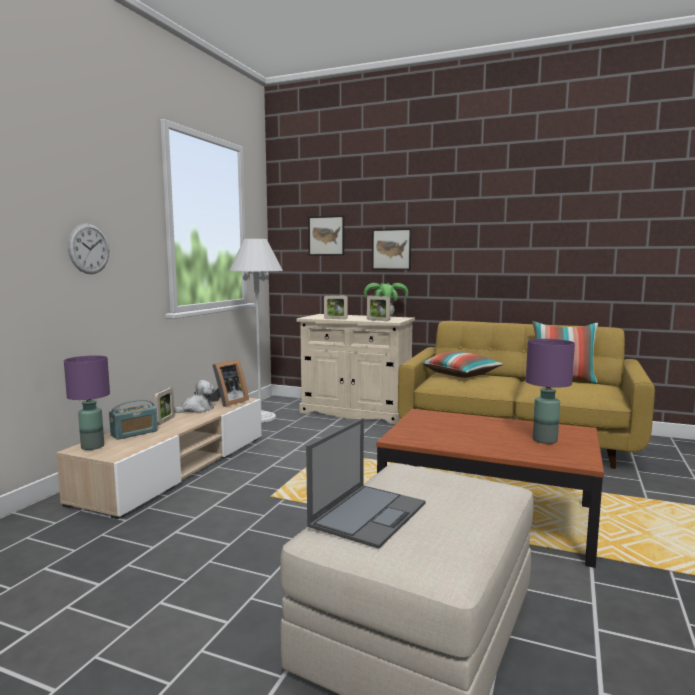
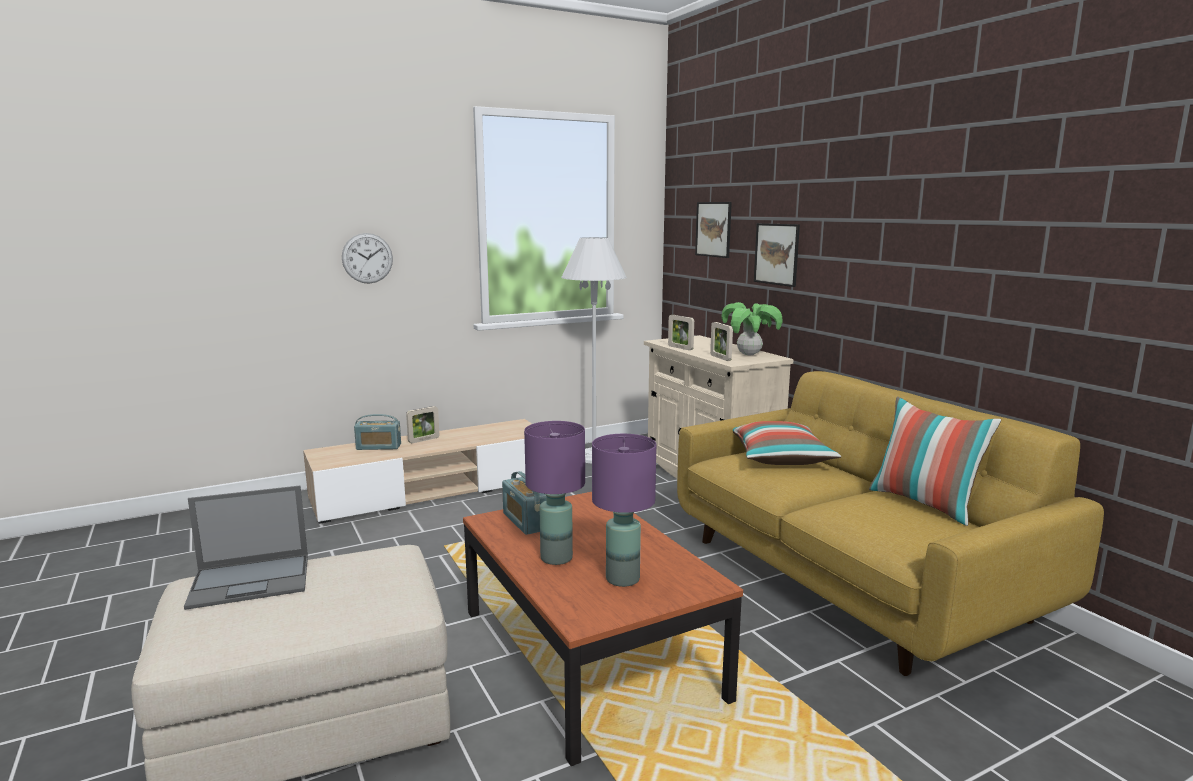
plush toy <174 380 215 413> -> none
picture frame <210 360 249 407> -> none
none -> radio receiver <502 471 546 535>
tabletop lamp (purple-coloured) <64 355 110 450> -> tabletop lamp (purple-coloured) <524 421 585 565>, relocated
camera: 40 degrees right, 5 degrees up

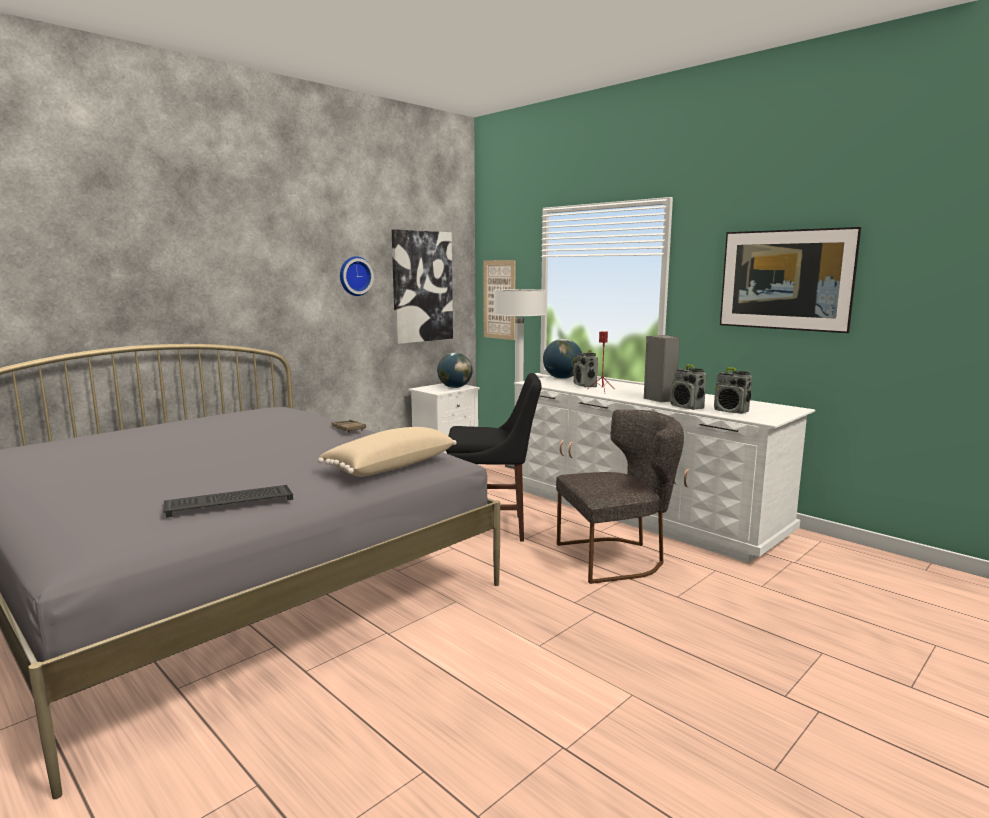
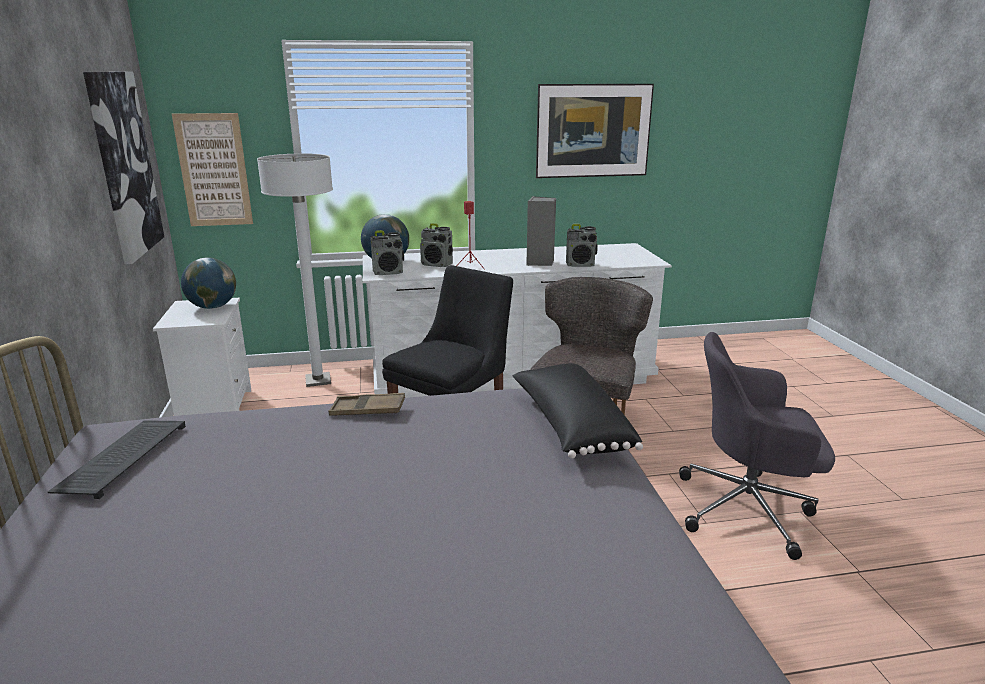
hanging clock <340 256 374 296> -> none
none -> computer chair (greyish) <679 332 835 560>
computer keyboard <163 485 293 518> -> computer keyboard <48 420 186 499>, relocated
radio receiver <714 367 752 414> -> radio receiver <371 230 404 275>, relocated
pillow (sand-coloured) <318 427 457 477> -> pillow (black) <513 363 643 458>
camera: 55 degrees left, 10 degrees up

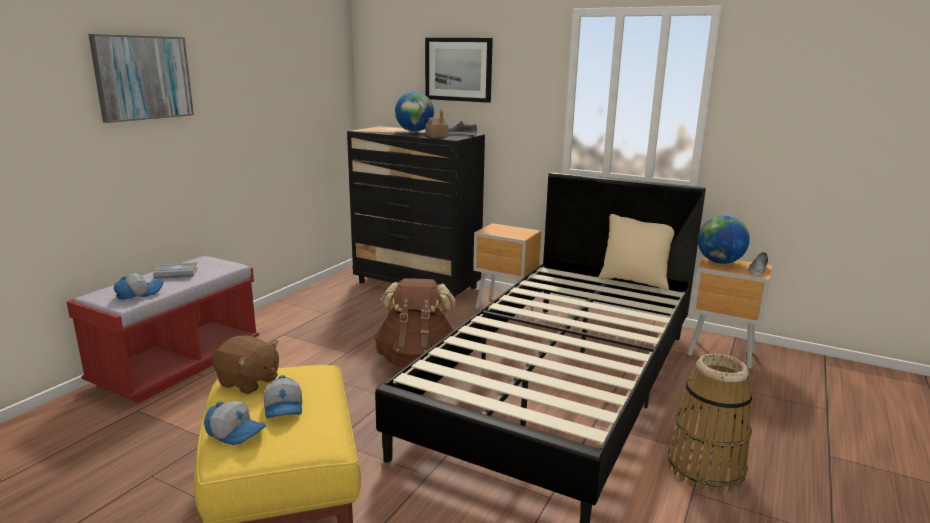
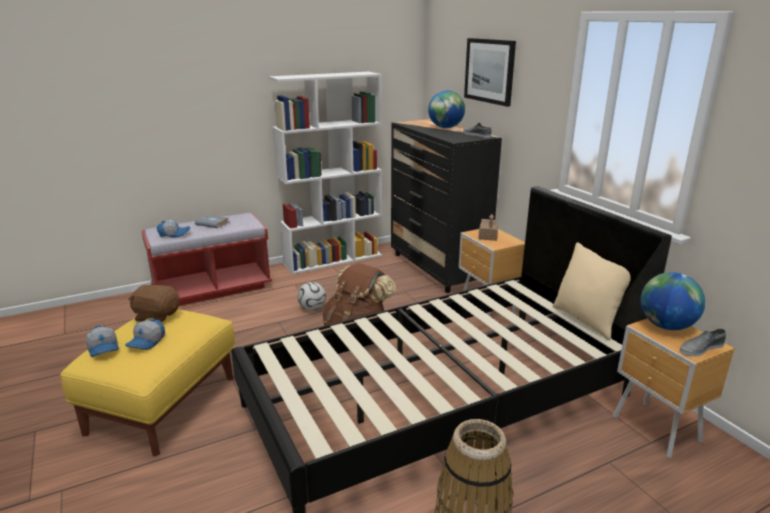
picture <88 34 194 123> -> none
none -> bookcase (whitish) <269 72 382 274>
none -> football ball <297 282 326 311>
model house <425 109 449 137> -> model house <478 214 498 241>, relocated
plush toy (brownish) <212 336 279 394> -> plush toy (brownish) <128 282 180 322>, 135 degrees clockwise
camera: 35 degrees right, 5 degrees up

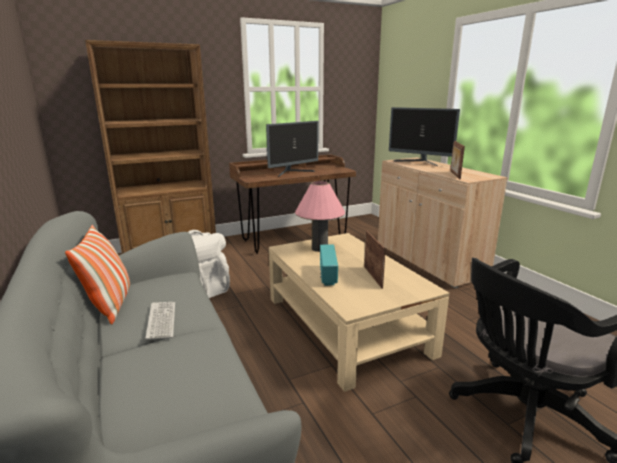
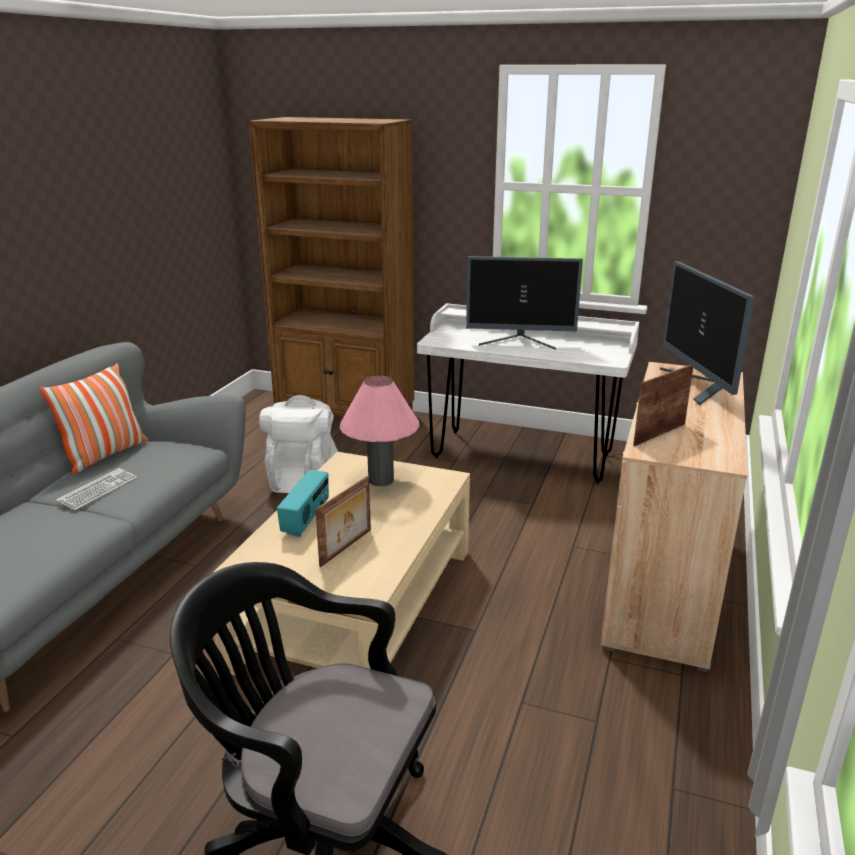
desk unit (brownish) <229 155 356 254> -> desk unit (whitish) <417 303 639 483>
radio receiver <320 245 338 286> -> radio receiver <277 470 329 537>, 150 degrees clockwise
camera: 45 degrees right, 5 degrees up

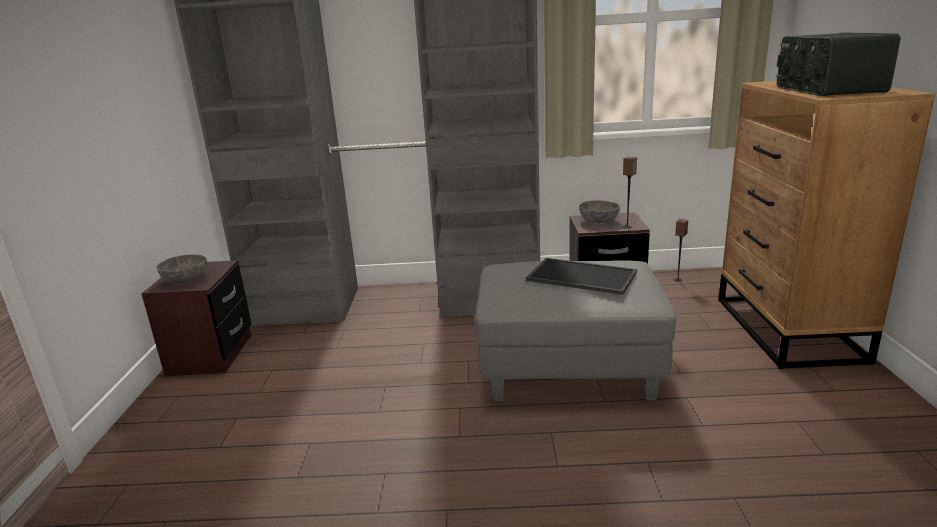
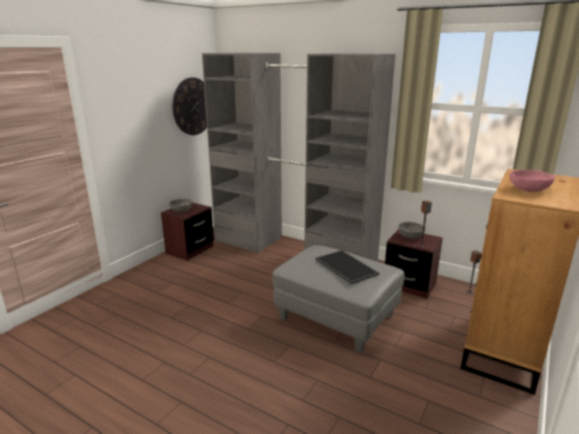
none -> hanging clock <172 77 207 135>
radio receiver <777 33 901 96> -> serving bowl (pink) <510 170 555 192>
camera: 30 degrees right, 0 degrees up

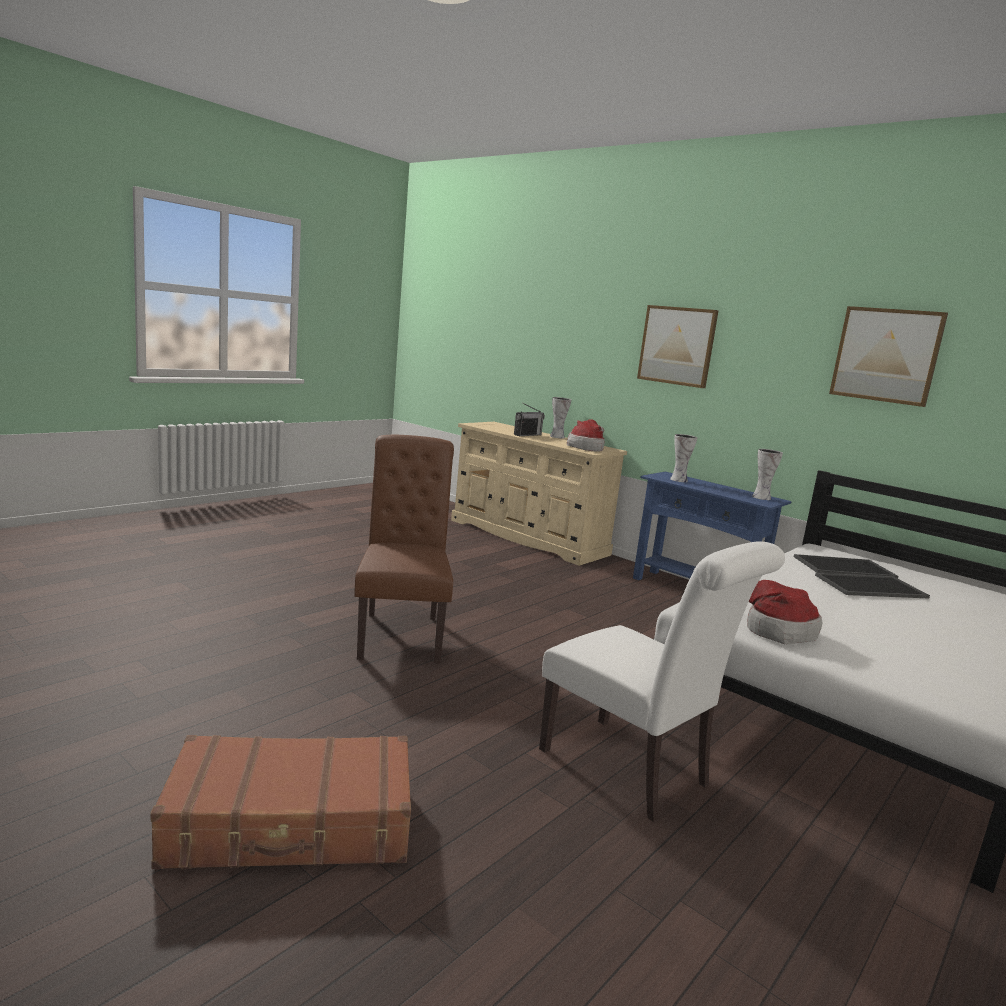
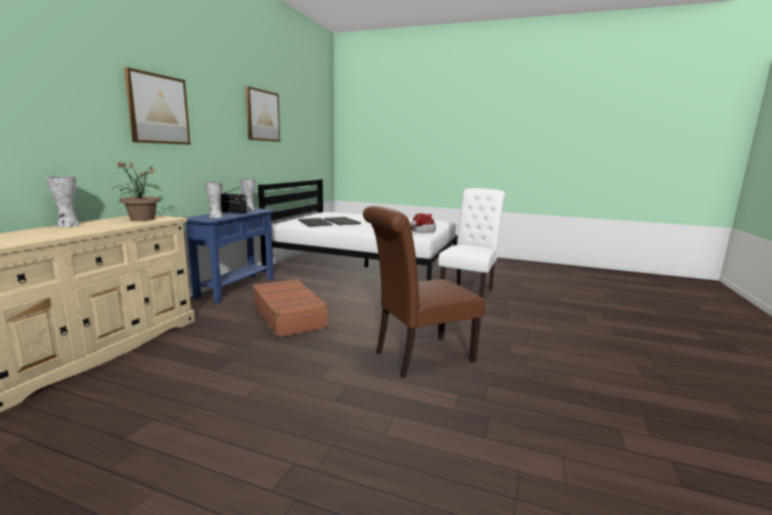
suitcase (brownish) <150 735 411 869> -> suitcase (brownish) <252 279 328 338>, relocated
radio receiver <514 403 545 436> -> radio receiver <221 187 247 214>, relocated
clothing hat <567 419 605 452> -> houseplant <112 162 163 221>
camera: 110 degrees left, 0 degrees up

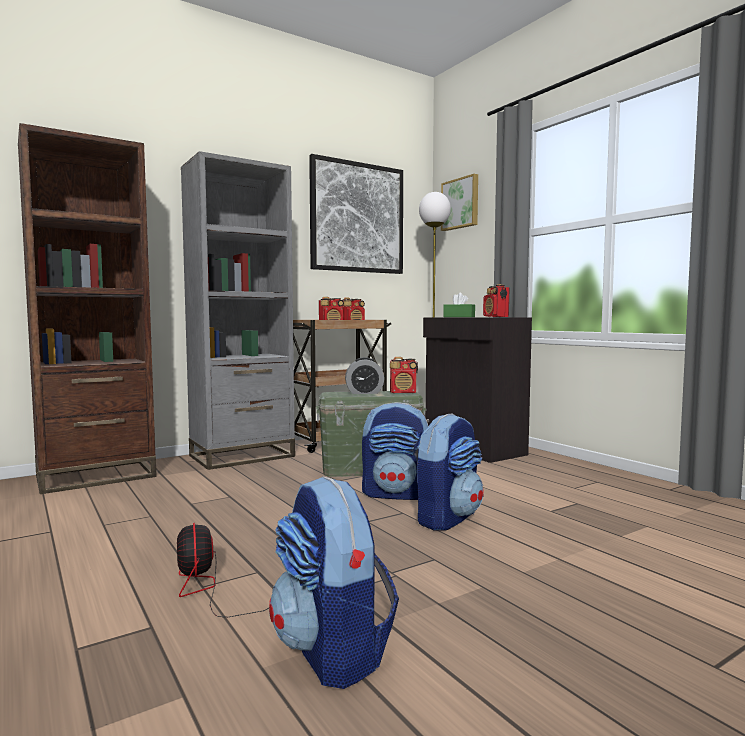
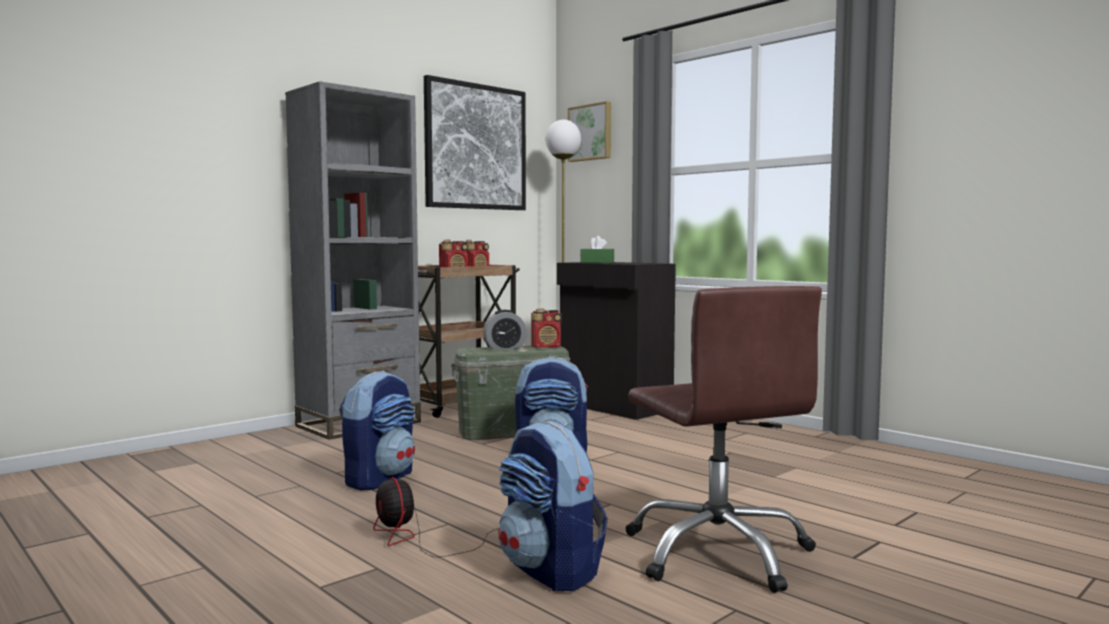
bookcase (brownish) <18 123 157 494> -> none
radio receiver <483 284 509 317> -> none
none -> computer chair (brownish) <625 286 822 593>
backpack <413 414 484 531> -> backpack <340 371 415 490>, relocated
camera: 10 degrees left, 0 degrees up

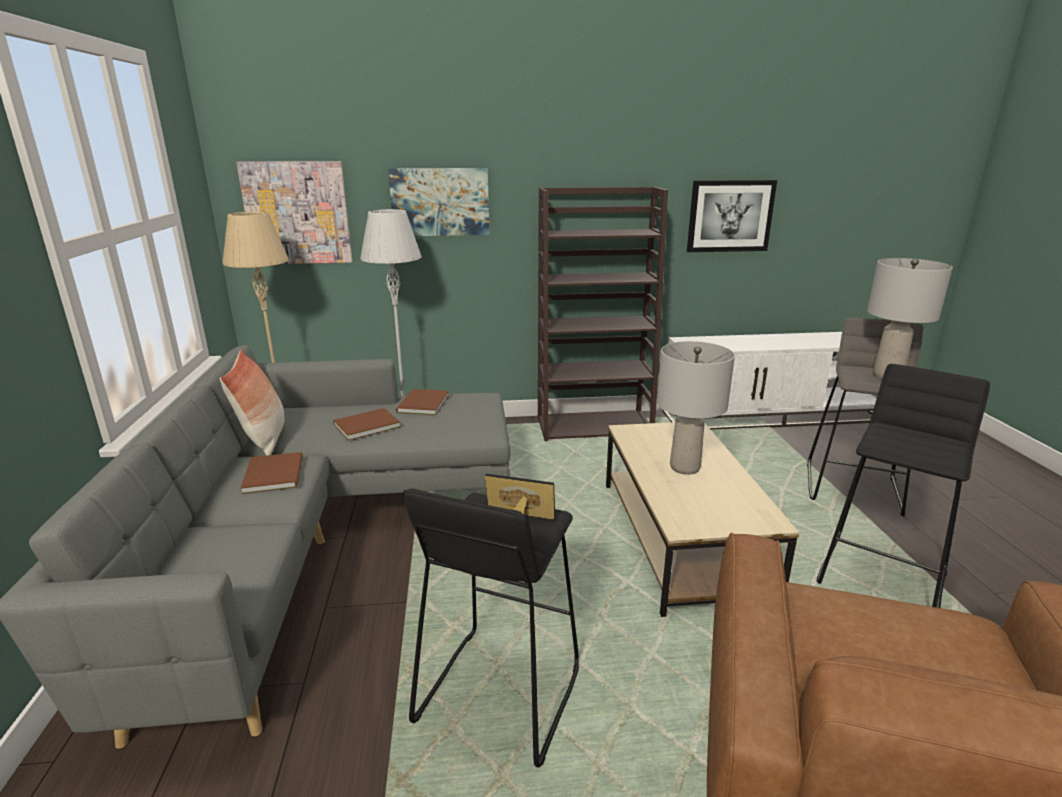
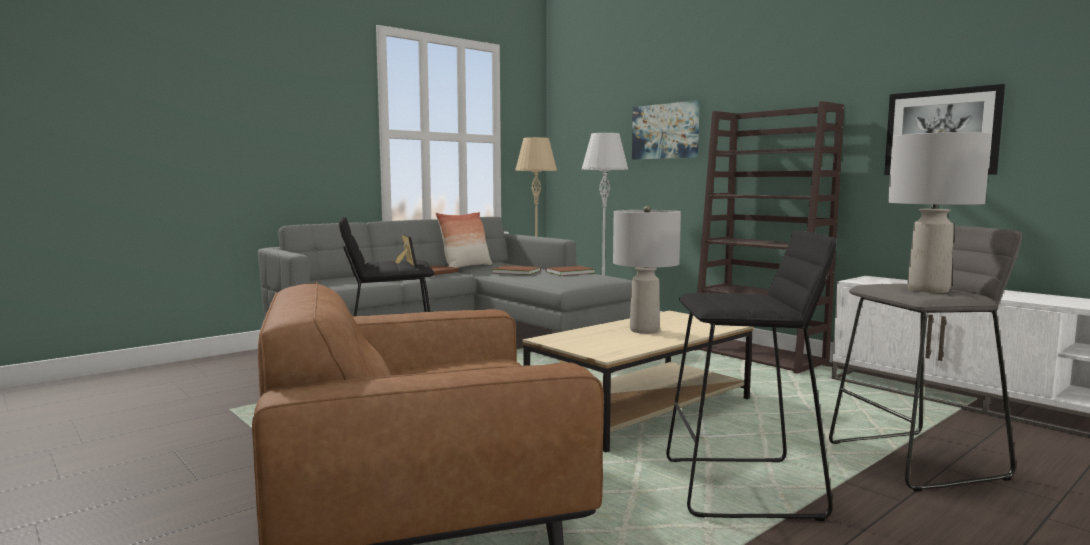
picture <236 161 352 264> -> none
camera: 55 degrees right, 15 degrees down

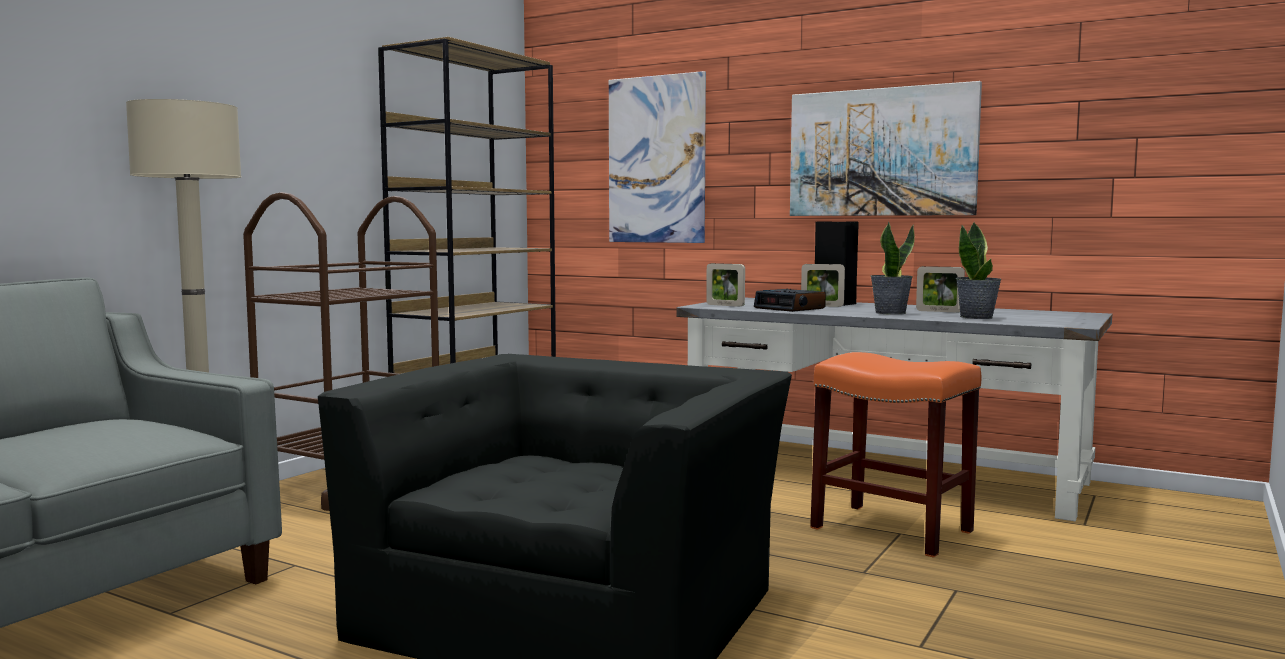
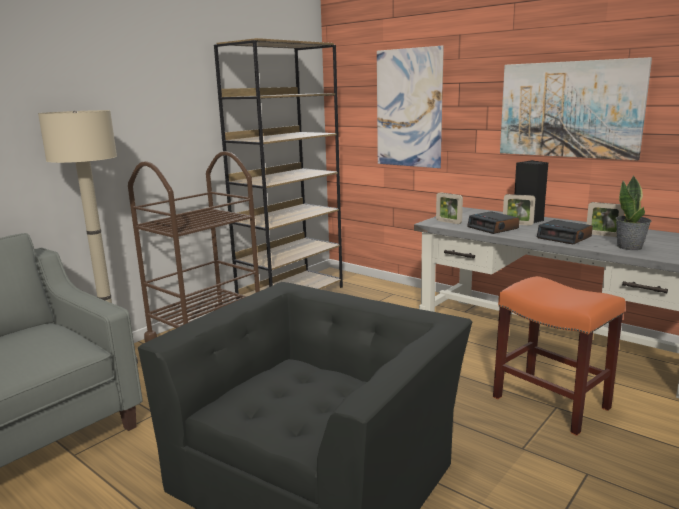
houseplant <871 222 915 315> -> table clock <537 220 593 245>
camera: 10 degrees right, 10 degrees up

